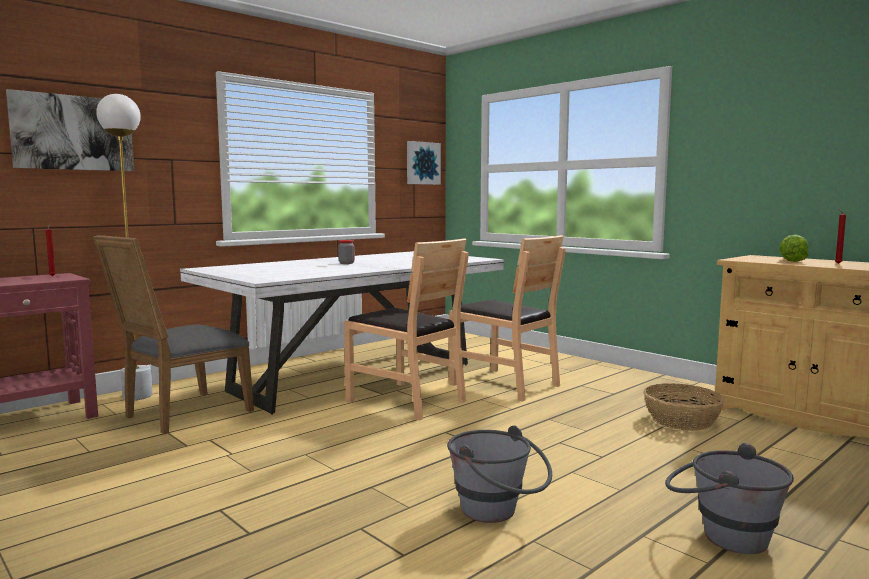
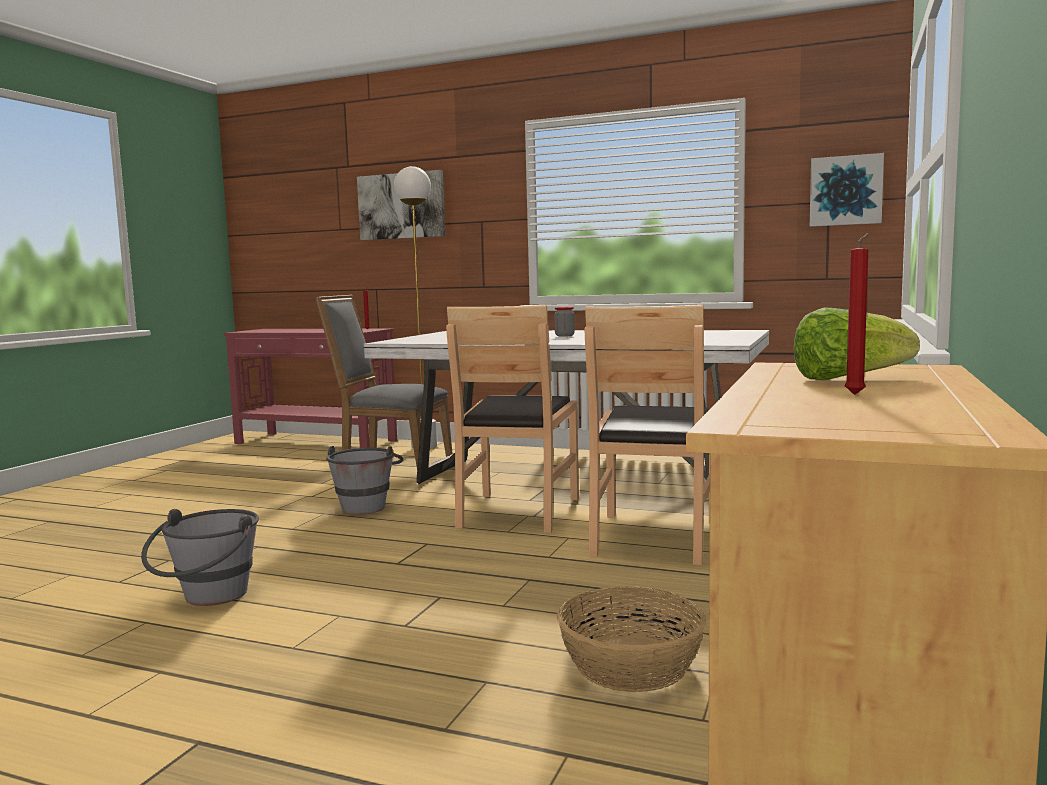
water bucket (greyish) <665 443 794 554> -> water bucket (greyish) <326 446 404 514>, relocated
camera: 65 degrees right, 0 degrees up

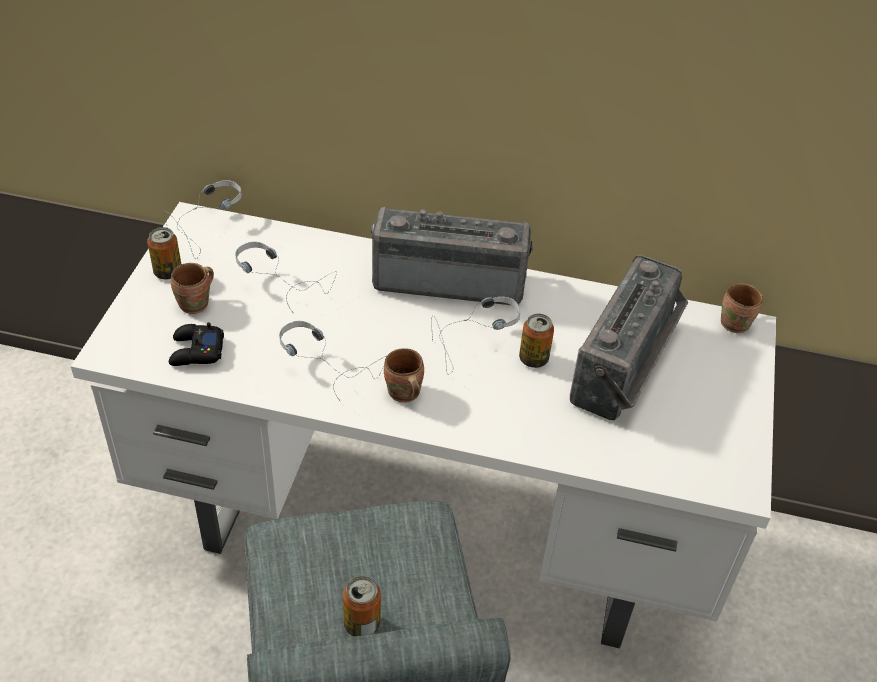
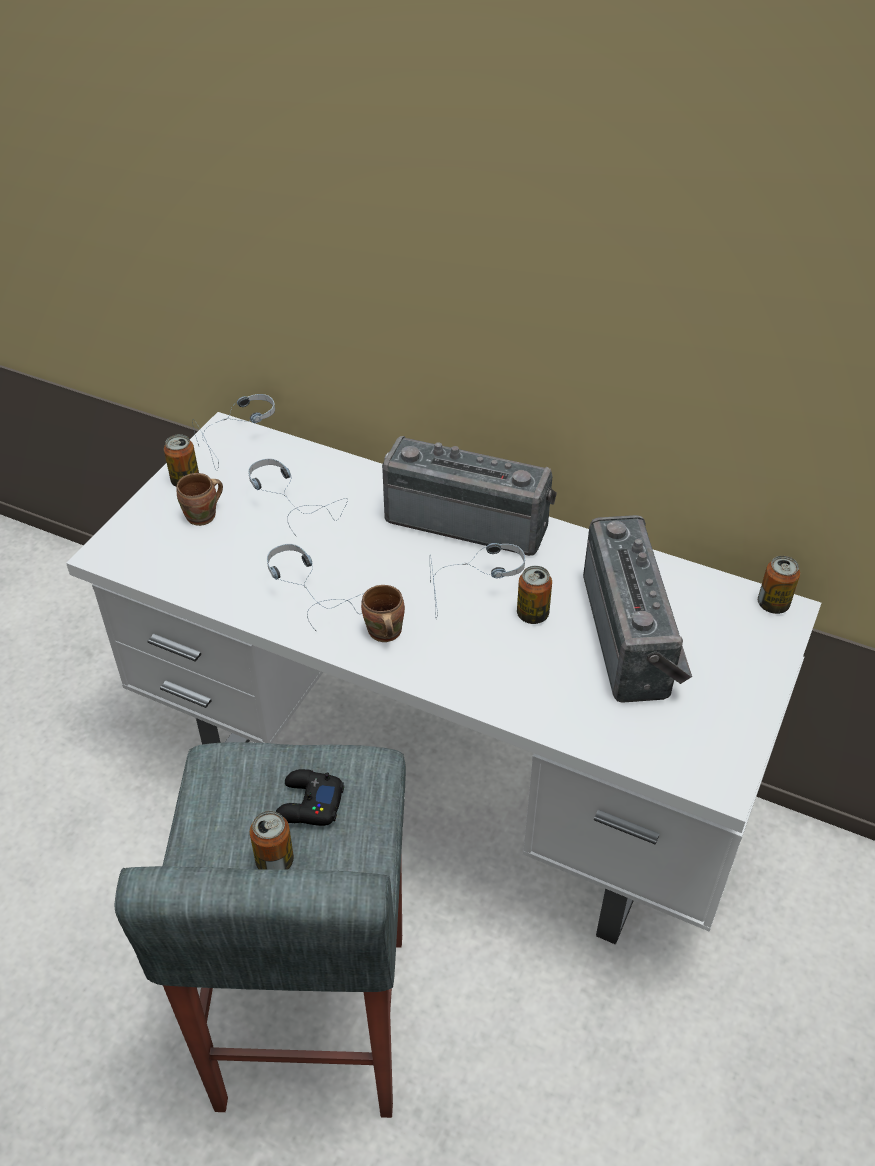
joypad (black) <169 323 224 366> -> joypad (black) <275 769 344 826>, relocated
coffee mug (brownish) <721 283 763 333> -> metal can <758 556 800 614>
radio receiver <570 255 688 420> -> radio receiver <583 515 692 703>, 45 degrees counterclockwise
camera: 15 degrees right, 0 degrees up

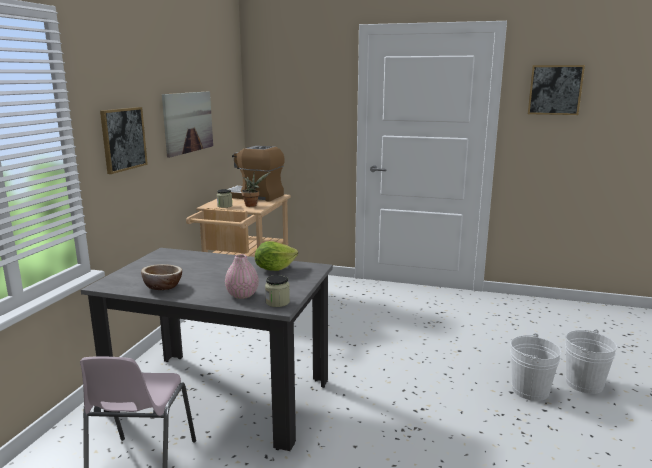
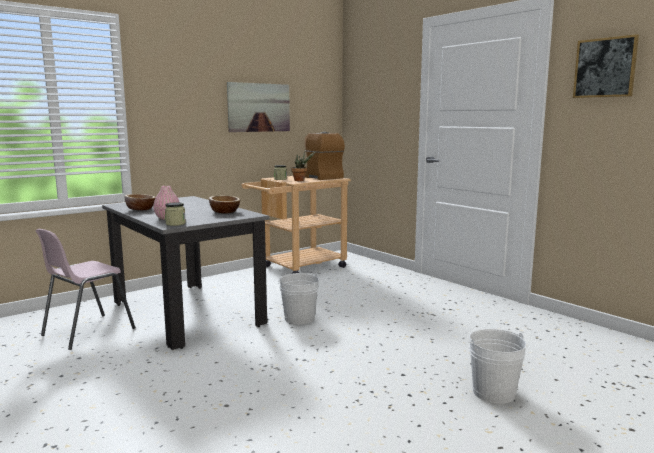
picture <100 107 148 174> -> none
water bucket (whitish) <510 333 561 401> -> water bucket (whitish) <278 273 319 324>, relocated
lettuce head <255 241 298 271> -> serving bowl <209 195 240 213>
camera: 35 degrees right, 5 degrees down

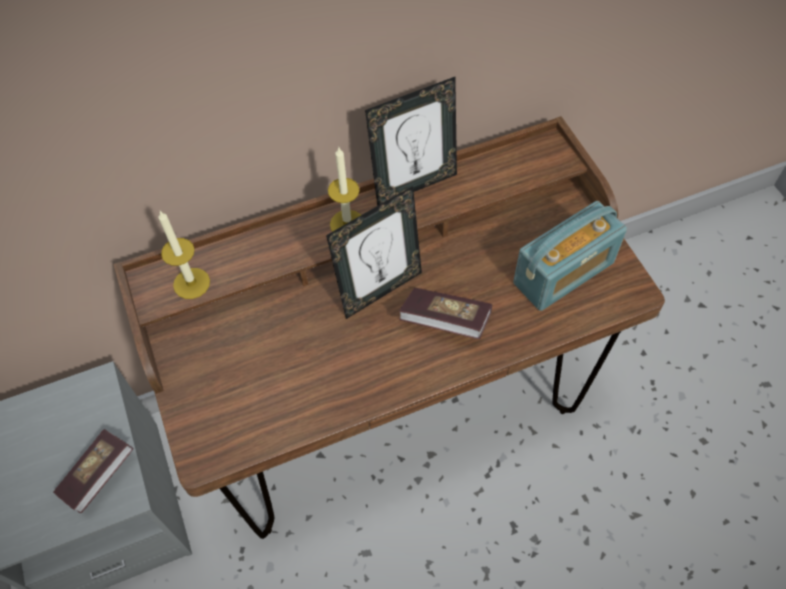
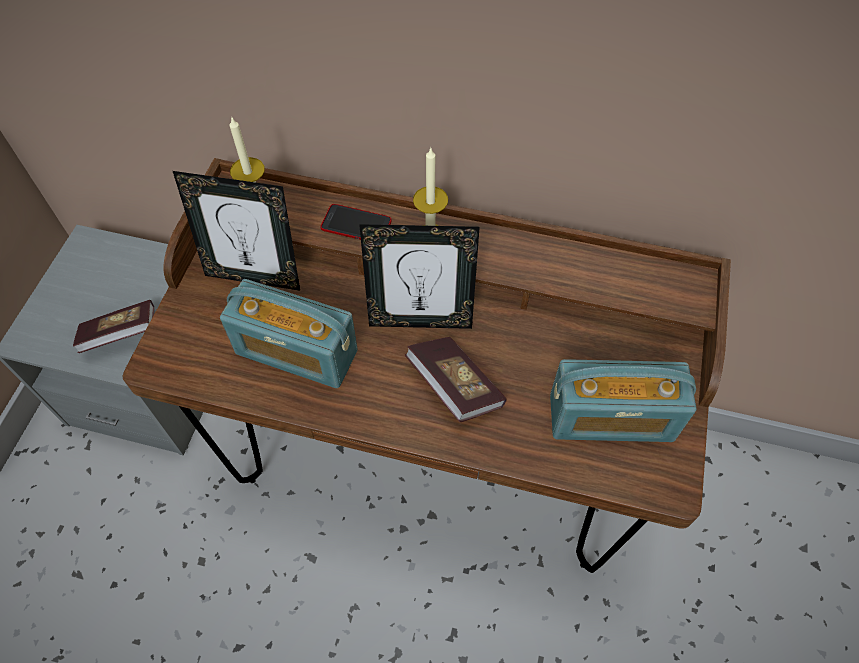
none -> radio receiver <220 279 358 388>
none -> handset <321 204 392 240>
picture frame <365 77 457 206> -> picture frame <173 171 300 290>, relocated
camera: 35 degrees right, 0 degrees up

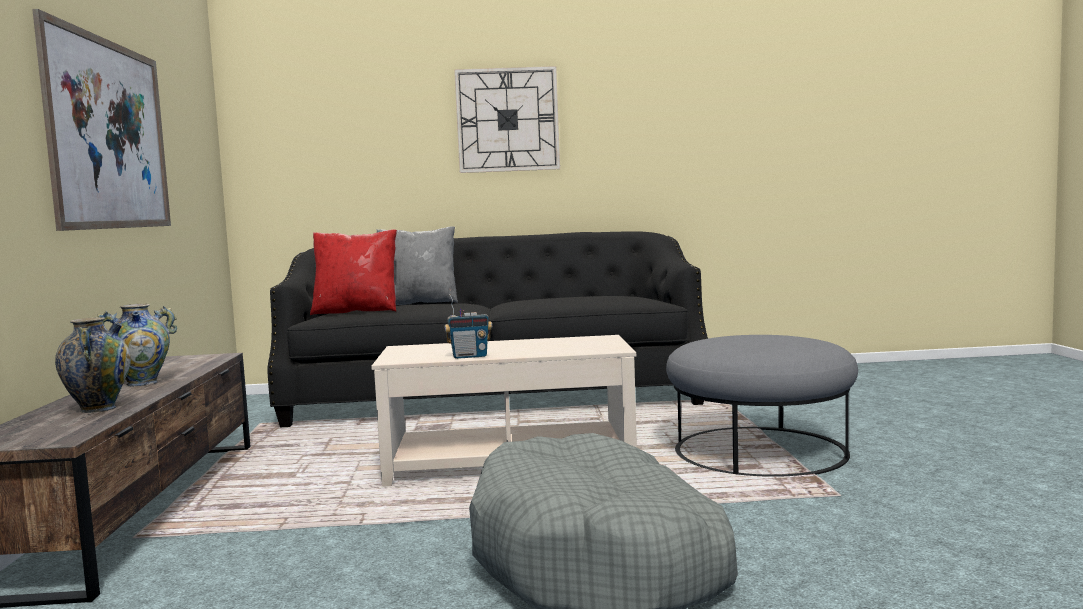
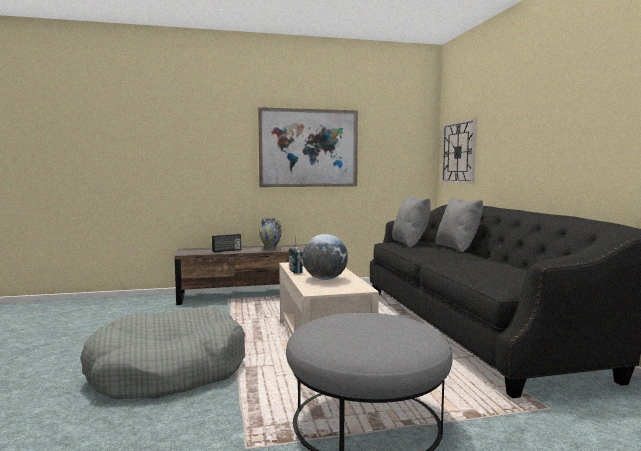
none -> globe <302 234 348 280>
hanging clock <454 66 560 173> -> hanging clock <441 118 477 184>, relocated
vase <55 317 131 413> -> radio receiver <212 234 241 252>
pillow (red) <310 229 397 315> -> pillow (greyish) <392 195 431 247>
camera: 80 degrees right, 0 degrees up

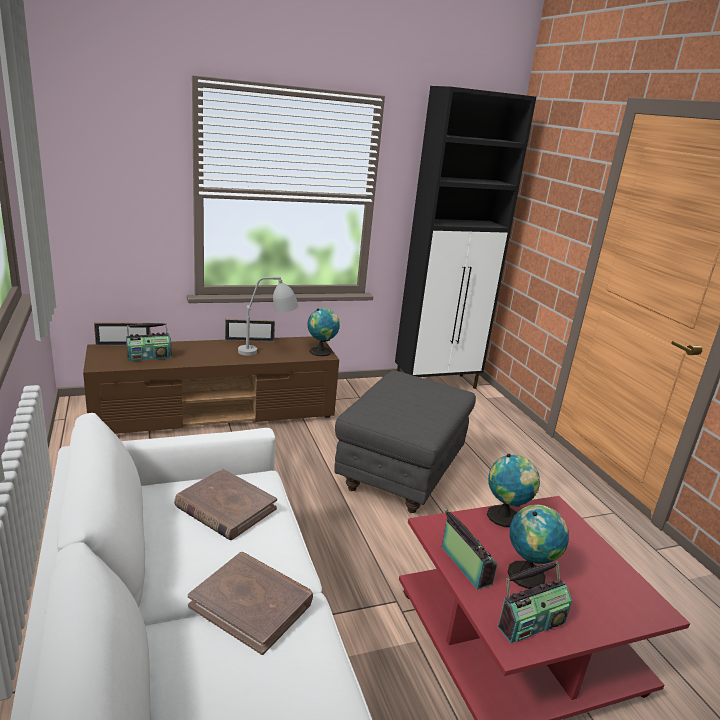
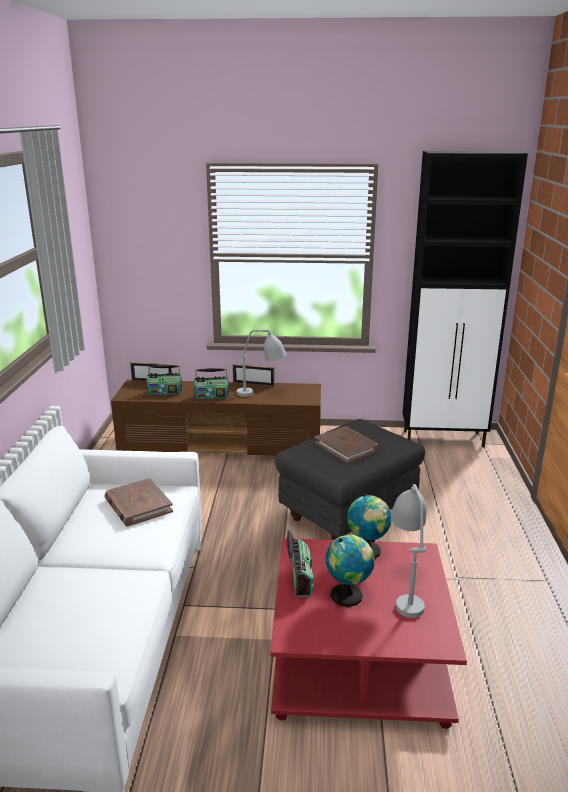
globe <308 308 340 356> -> none
none -> tabletop lamp (greyish) <391 484 427 618>
volume (brownish) <188 552 313 655> -> volume (brownish) <315 426 379 463>, relocated
radio receiver <498 562 572 643> -> radio receiver <194 368 229 399>, relocated
camera: 25 degrees right, 0 degrees up

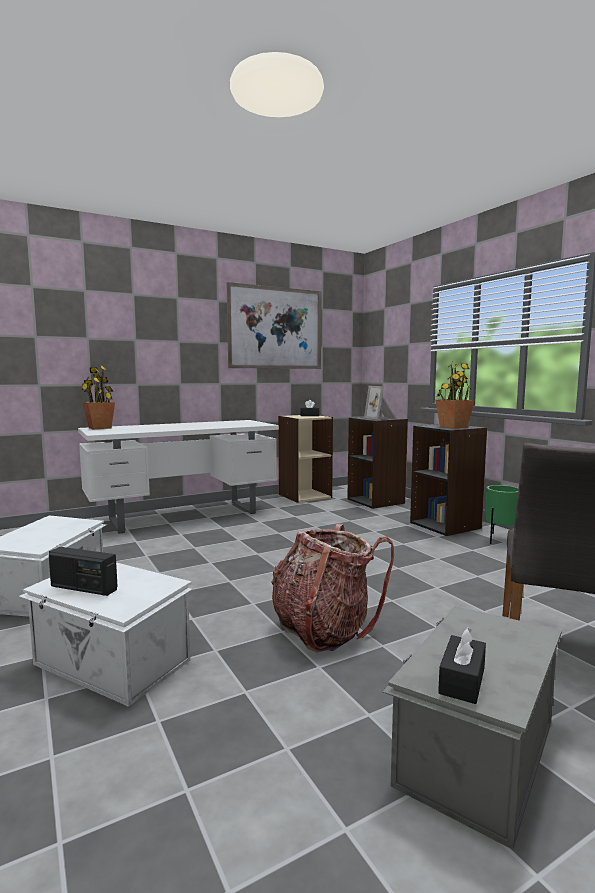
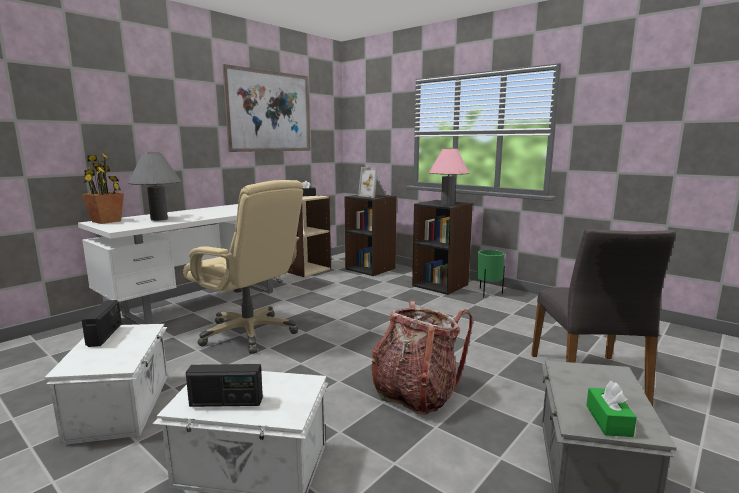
none -> radio receiver <82 300 122 347>
none -> tabletop lamp (greyish) <128 153 181 221>
none -> computer chair (sand-coloured) <183 180 303 354>
houseplant <435 362 474 429> -> tabletop lamp (pink) <429 148 469 205>
tissue holder (black) <438 627 486 704> -> tissue holder (green-coloured) <586 381 637 437>
camera: 20 degrees left, 5 degrees up

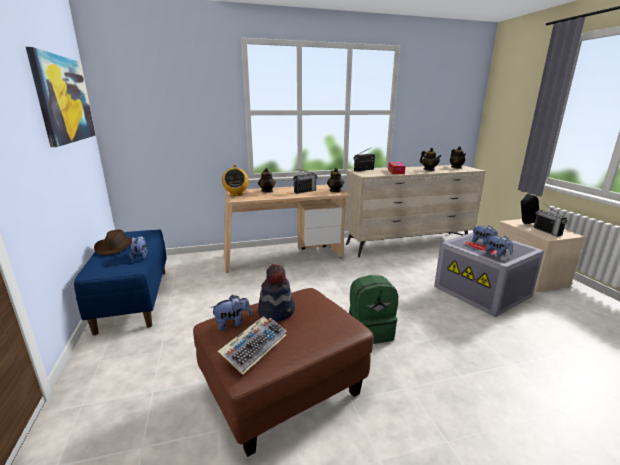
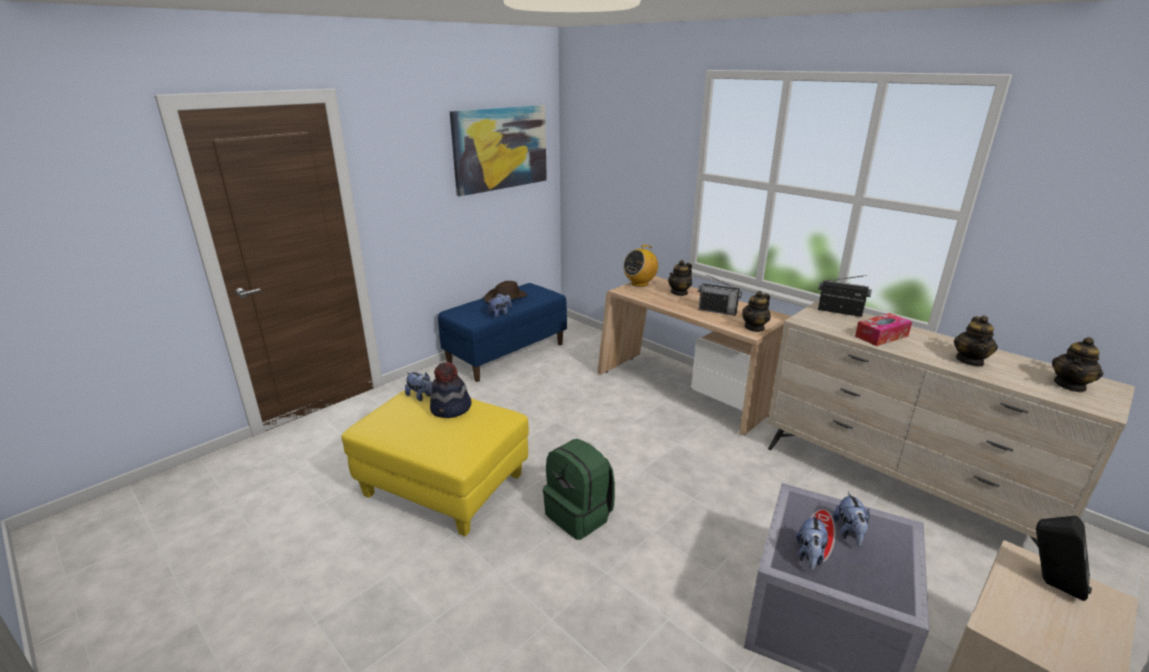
computer keyboard <218 316 286 375> -> none
radio receiver <533 204 567 237> -> none
pouffe (brownish) <193 288 374 457> -> pouffe (yellow-coloured) <341 389 529 536>
camera: 60 degrees right, 5 degrees up

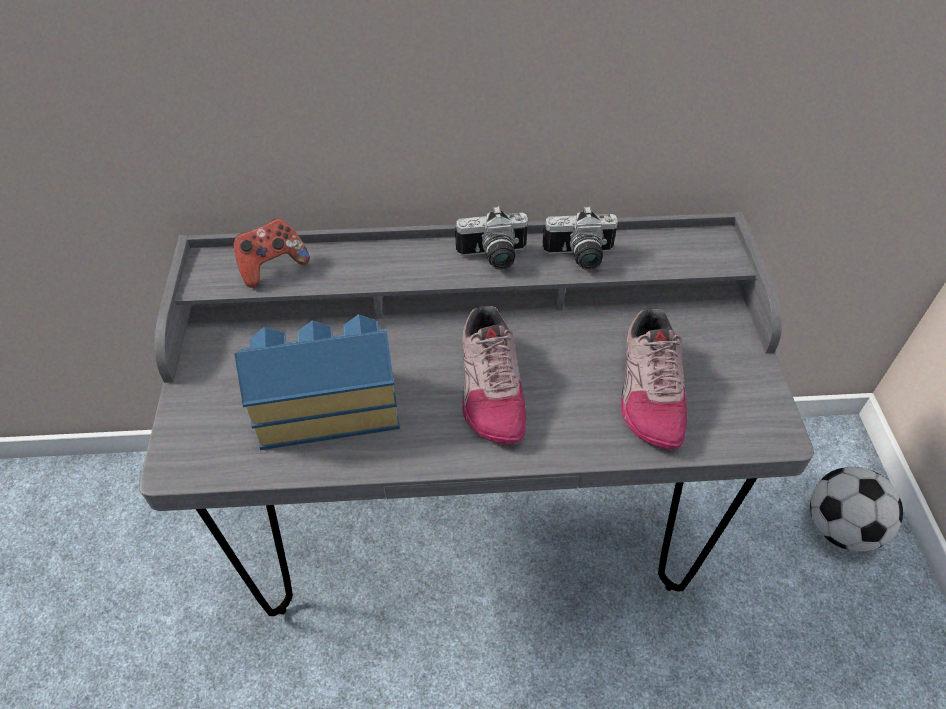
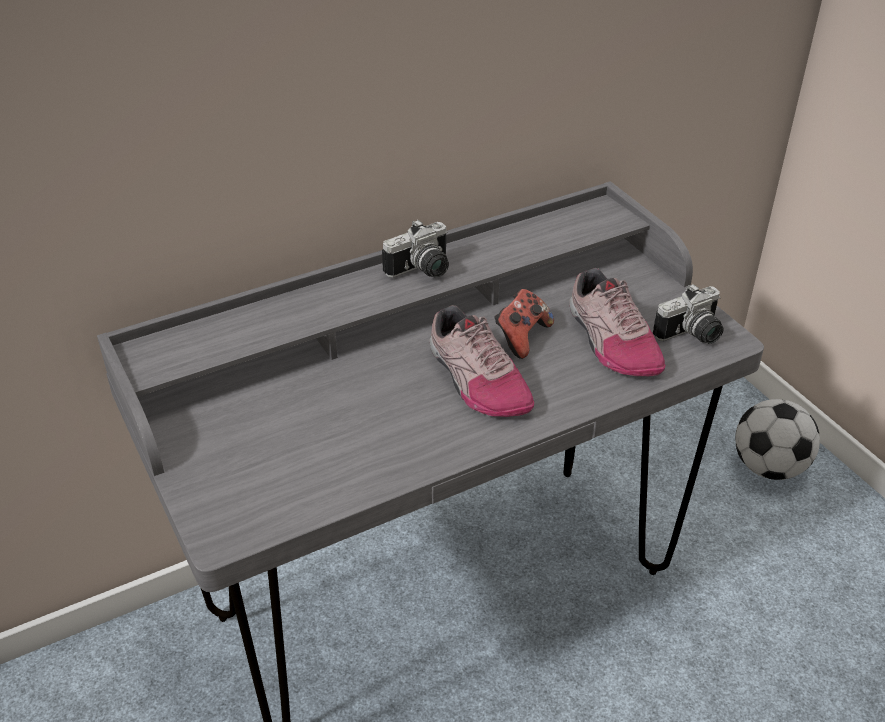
model house <234 314 400 450> -> none
joypad <234 219 310 288> -> joypad <494 289 554 359>, relocated
still camera <542 206 618 270> -> still camera <653 284 724 344>, relocated
camera: 25 degrees left, 10 degrees down

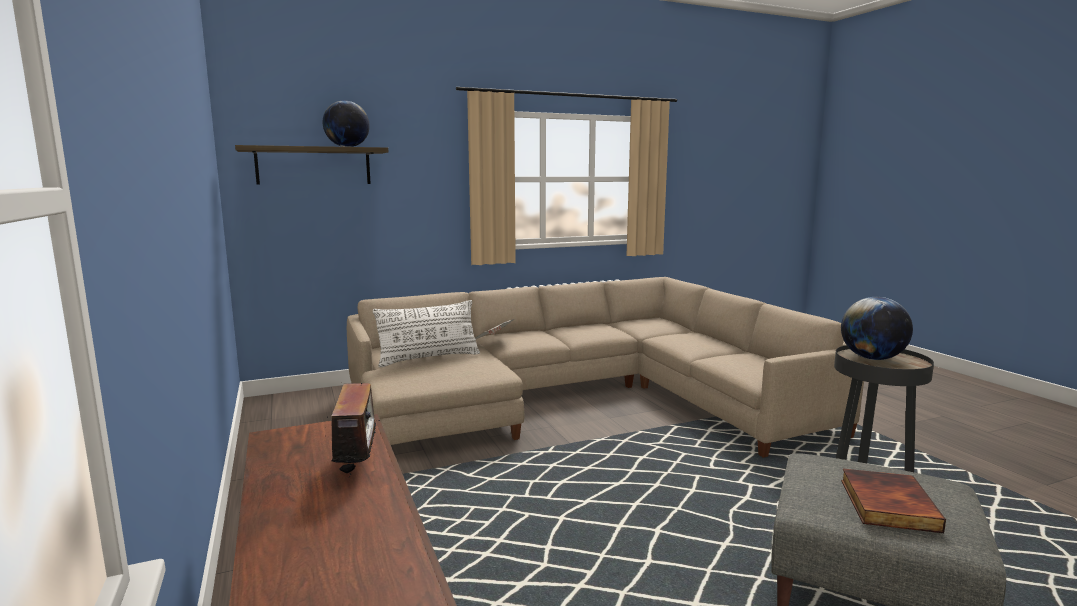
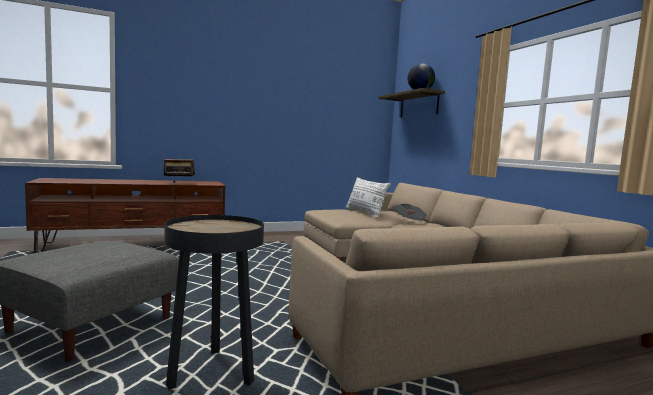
globe <841 297 913 360> -> none
volume <841 469 946 533> -> none
camera: 90 degrees right, 5 degrees down

